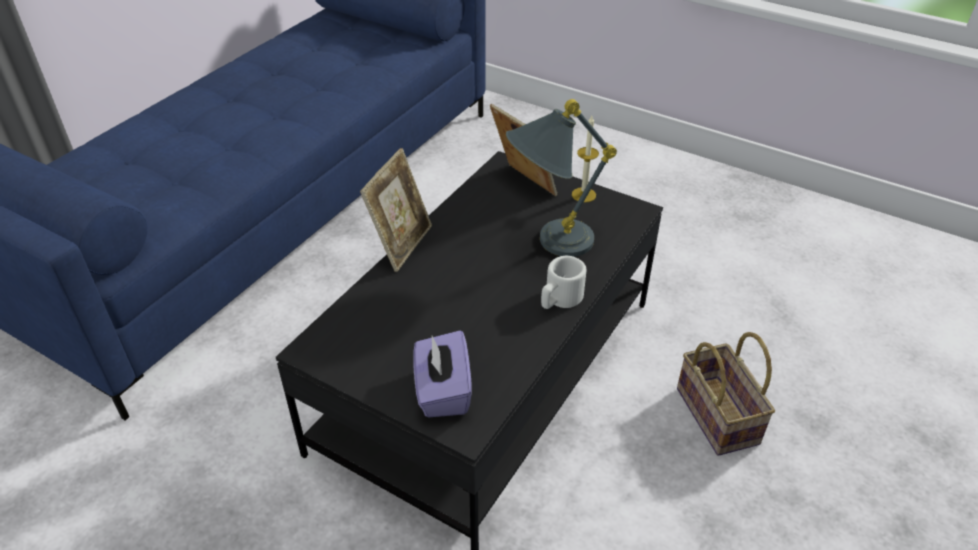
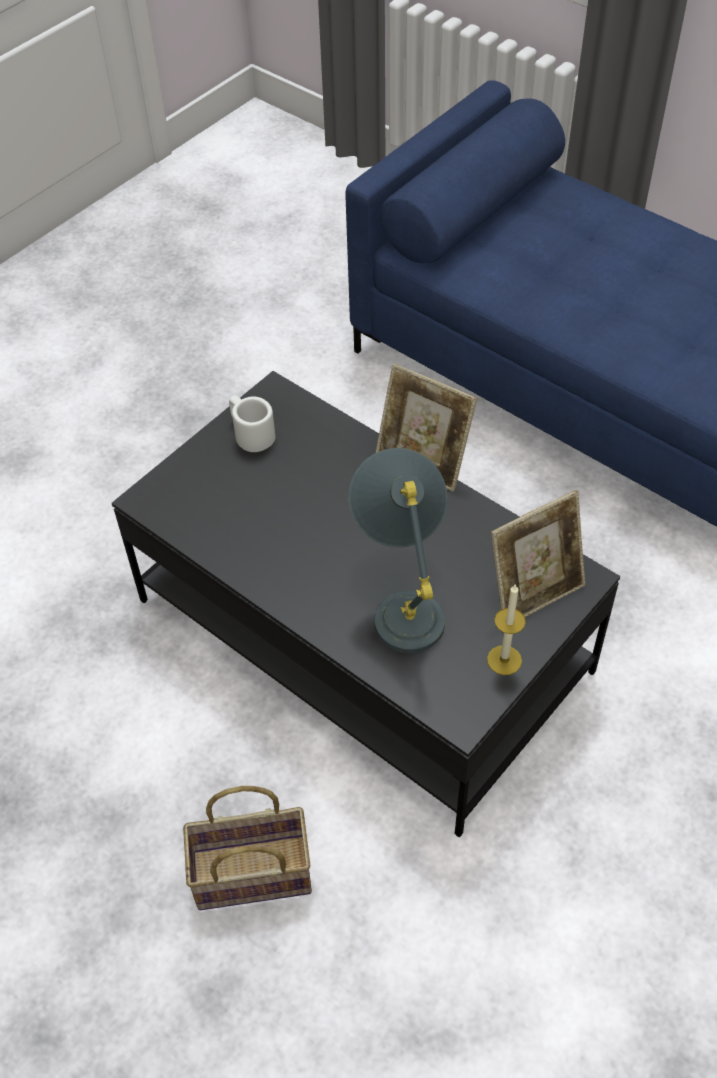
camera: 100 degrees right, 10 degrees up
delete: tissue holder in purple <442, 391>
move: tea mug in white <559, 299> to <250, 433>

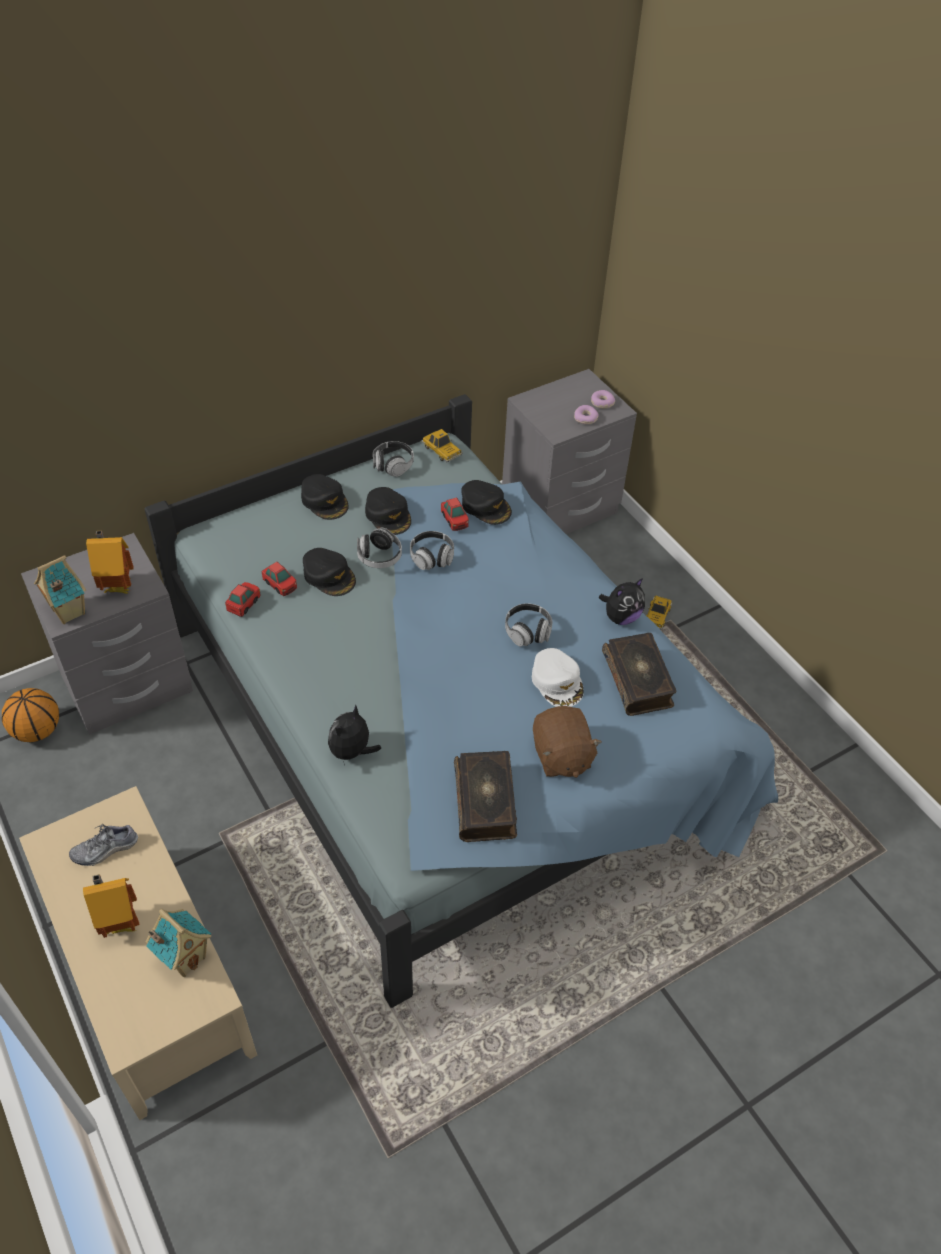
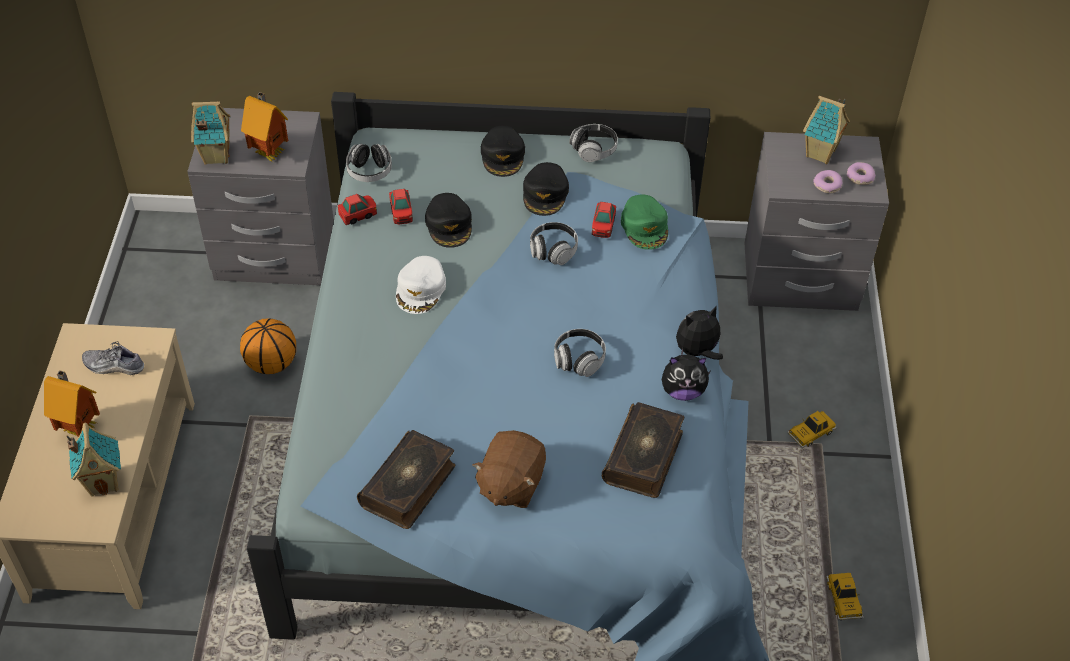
camera: 35 degrees right, 0 degrees up
insert: toy house <821, 154>
move: toy car <441, 450> to <843, 599>; headphones <379, 557> to <369, 172>; peaked cap in white <557, 681> to <421, 289>; ball for basketball <37, 730> to <271, 363>; soft toy <352, 752> to <697, 352>
recolor: peaked cap in black <486, 506> to peaked cap in green-coloured <645, 226>

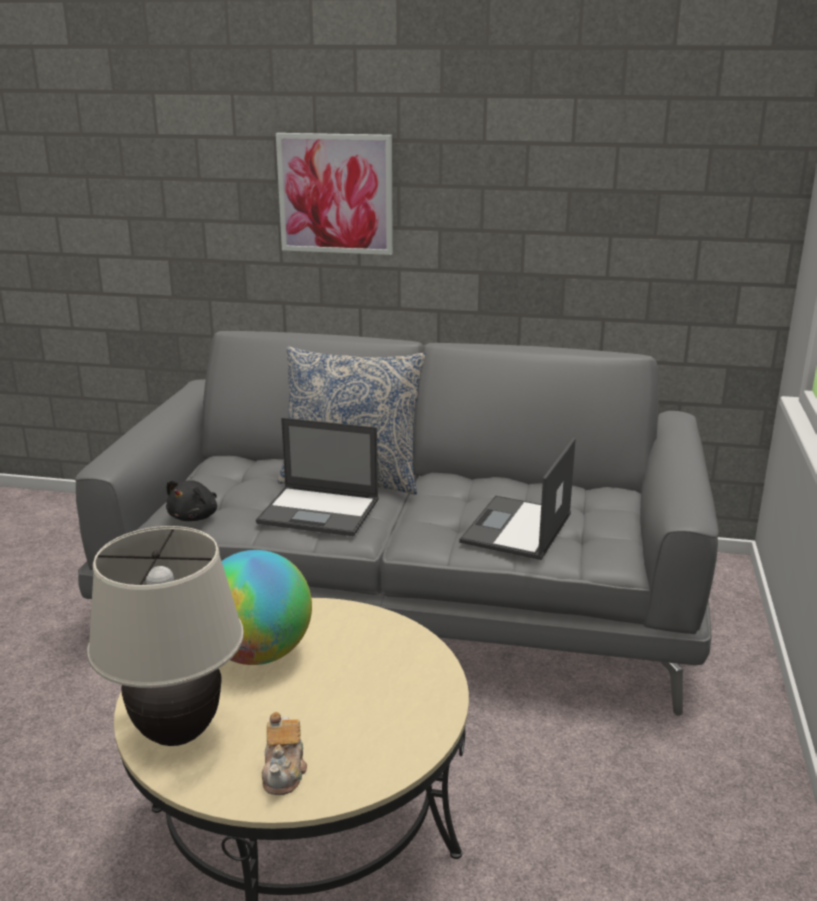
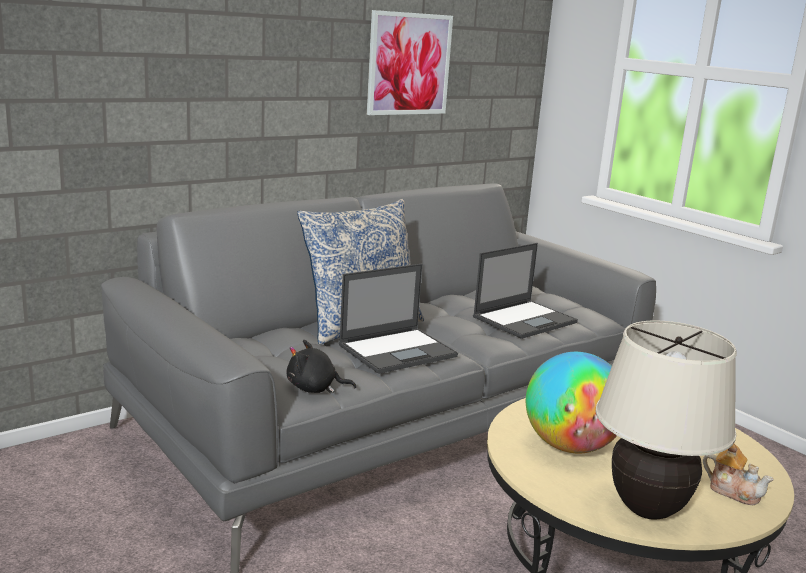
camera: 50 degrees left, 5 degrees down
move: picture <335, 194> to <409, 64>
rotate: portable computer <516, 529> = <525, 319> 105 degrees counterclockwise; soft toy in black <195, 517> = <315, 388> 120 degrees clockwise

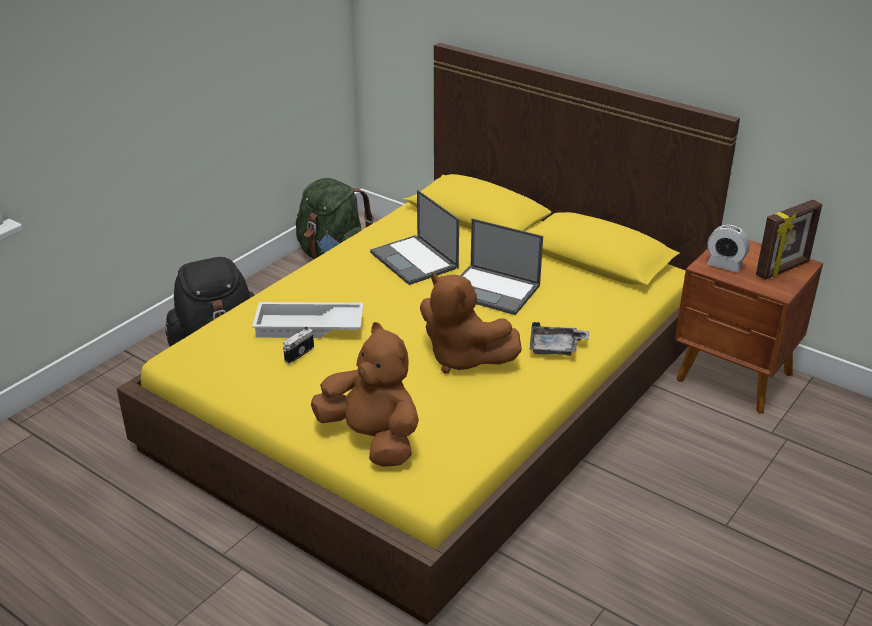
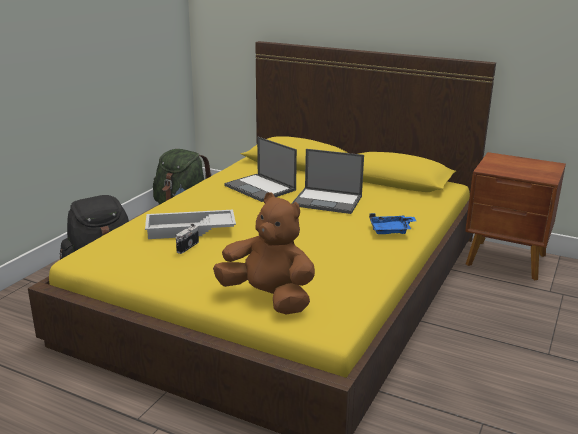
camera: 10 degrees left, 10 degrees down
delete: photo frame <783, 269>; bedside clock <724, 265>; soft toy in brown-coloured <462, 358>
recolor: tray in greyish <555, 347> to tray in blue-coloured <391, 230>

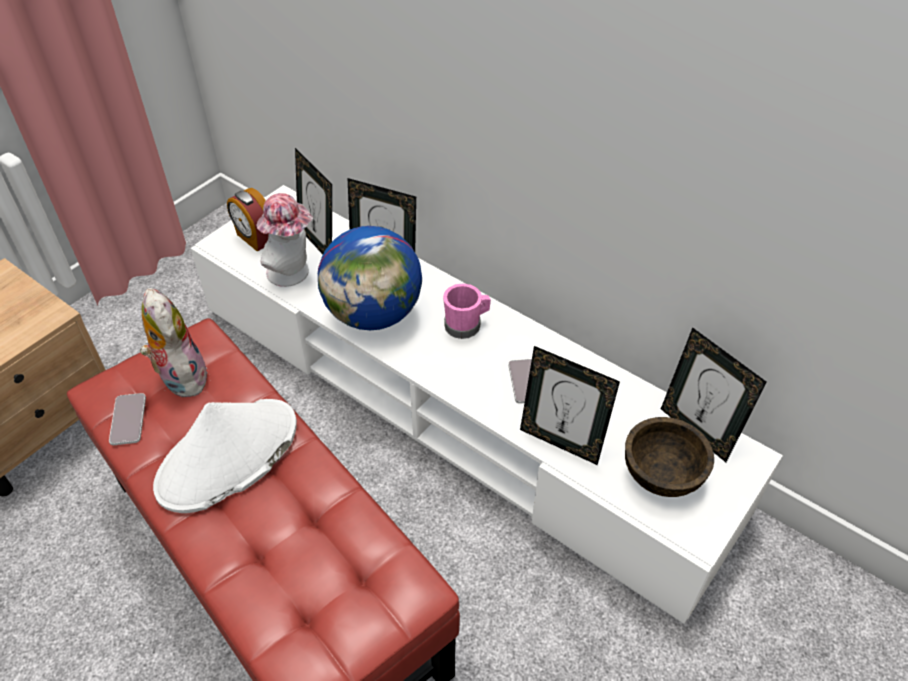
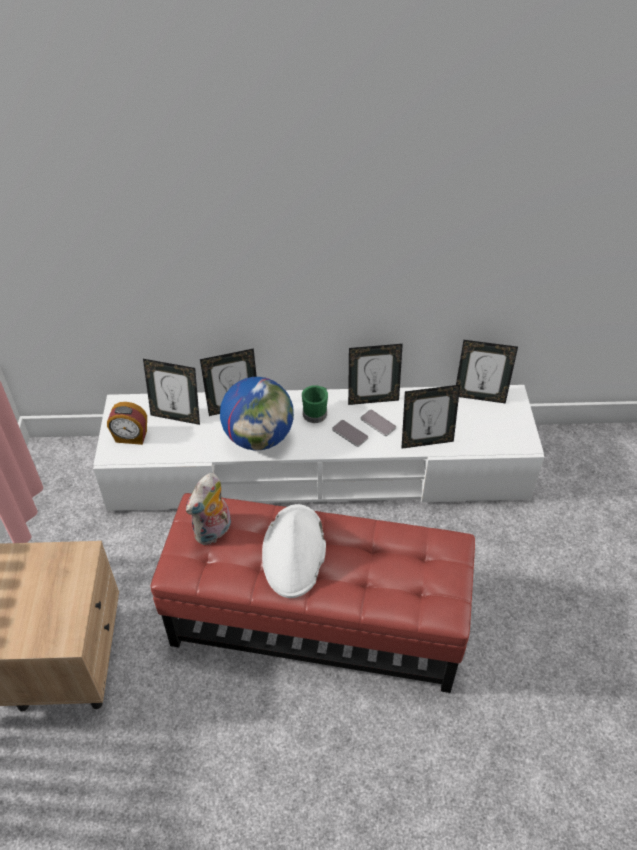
camera: 40 degrees left, 0 degrees up
delete: clothing hat <293, 273>; deep dish in brown-coloured <661, 473>
insert: photo frame <373, 399>
move: handset <128, 419> to <350, 433>
recolor: tea mug in pinkish <466, 325> to tea mug in green-coloured <316, 412>
rotate: soft toy <180, 376> = <213, 532> 75 degrees counterclockwise

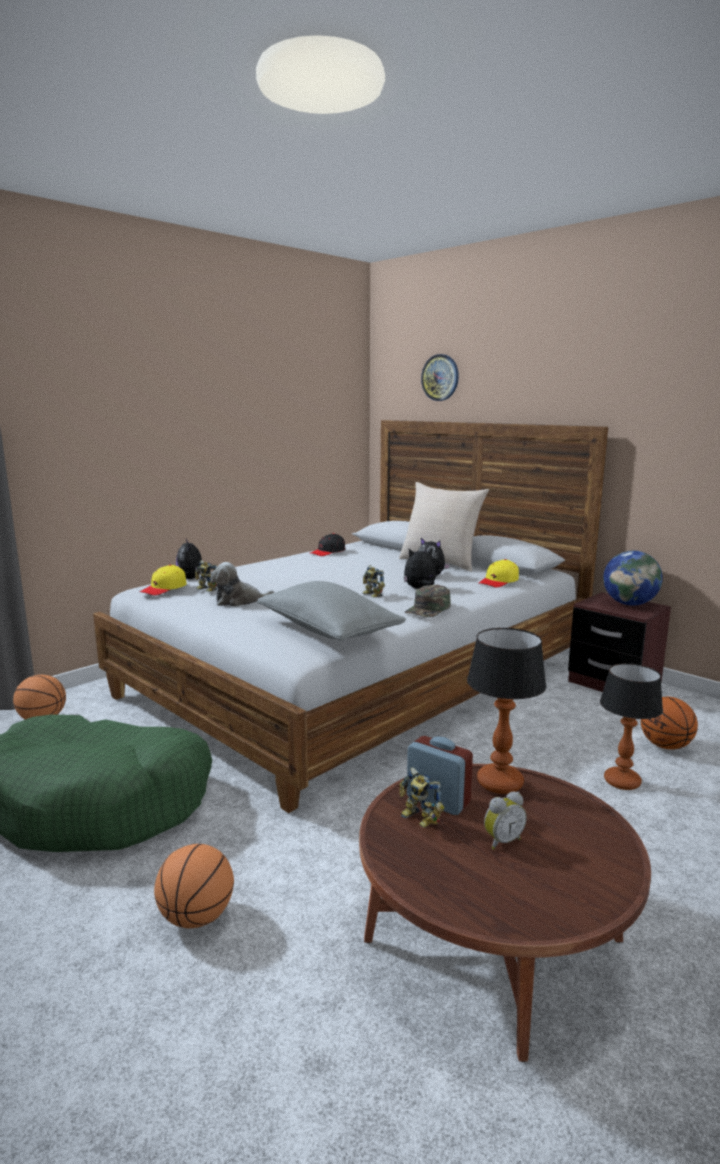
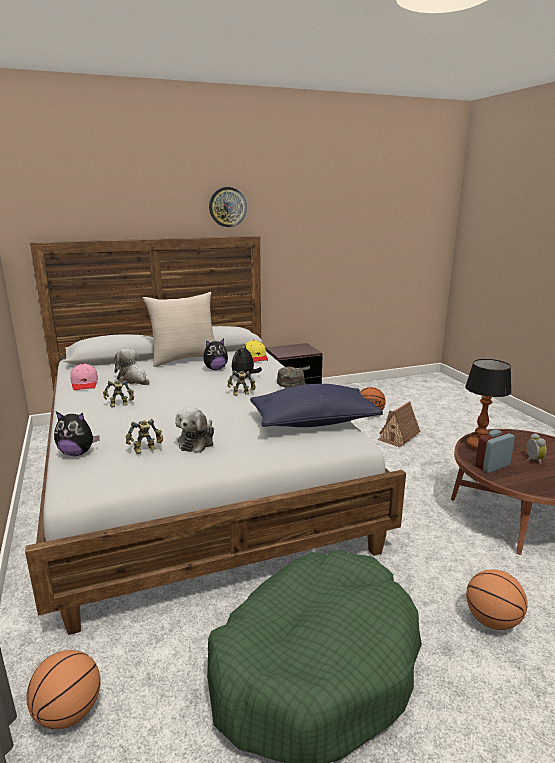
camera: 65 degrees left, 5 degrees up
delete: world globe <629, 604>; peaked cap in yellowish <164, 589>
insert: soft toy <133, 380>
move: wall clock <440, 377> to <227, 207>; model robot <418, 820> to <119, 405>
replace: table lamp <622, 782> to toy house <398, 437>
recolor: peaked cap in black <328, 552> to peaked cap in pinkish <84, 383>; pillow in greyish <328, 631> to pillow in blue-coloured <313, 422>

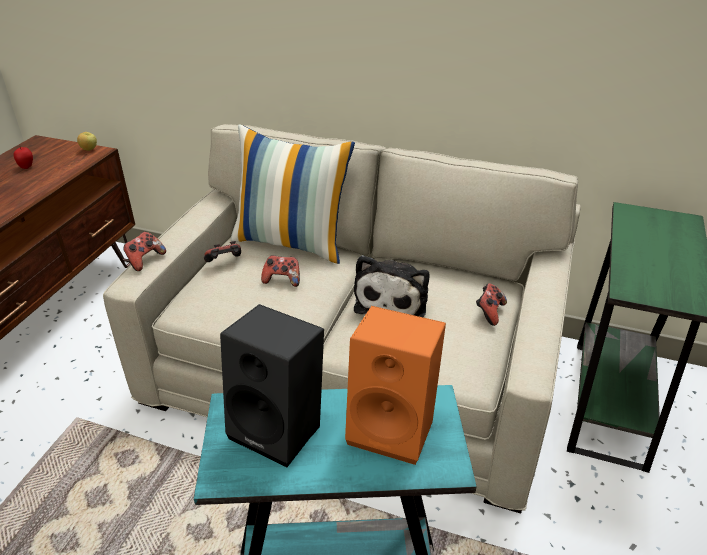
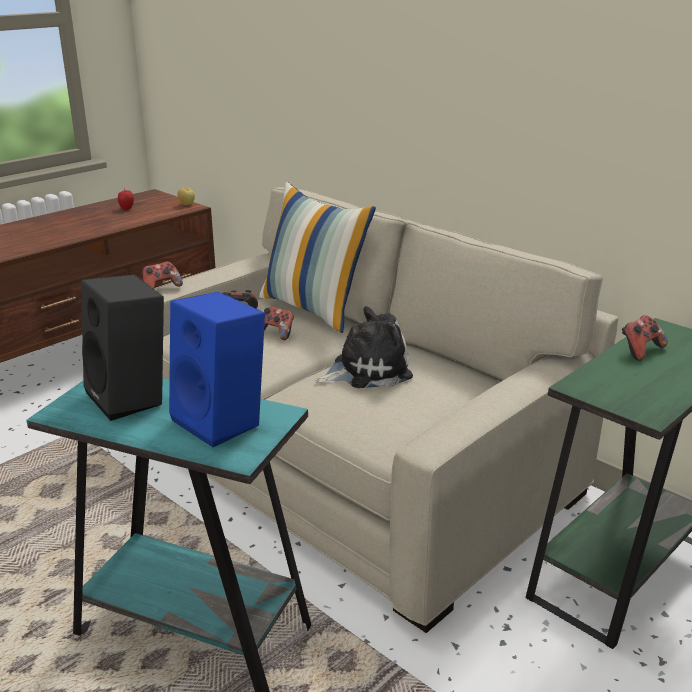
camera: 25 degrees right, 10 degrees down
move: joypad <489, 312> to <640, 350>
recolor: audio speaker in orangey <394, 427> to audio speaker in blue-coloured <223, 421>
rotate: soft toy <393, 300> = <367, 370> 150 degrees counterclockwise

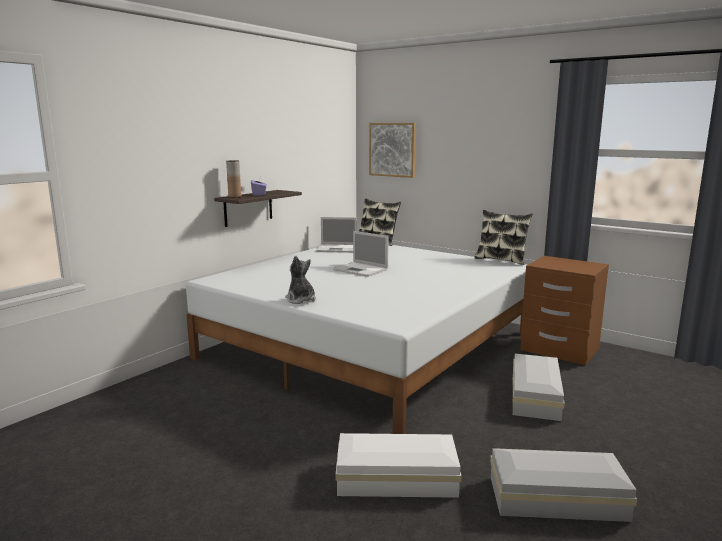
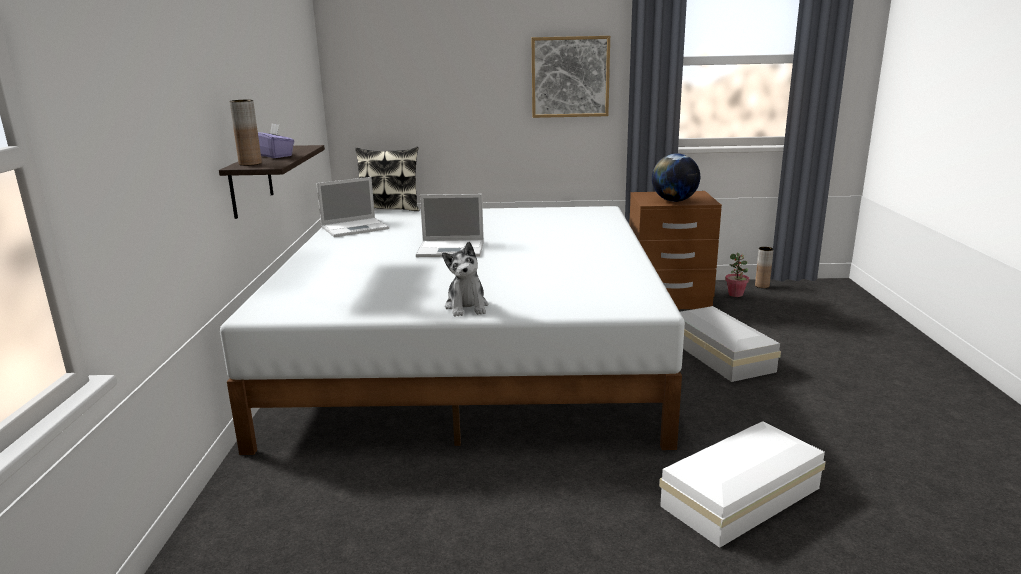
camera: 35 degrees left, 5 degrees up
delete: pillow <501, 260>; storage box in white <559, 499>
insert: world globe <674, 201>; vase in brown-coloured <762, 286>; plant in a pot <735, 294>
move: picture <392, 149> to <570, 77>
rotate: soft toy <301, 300> = <467, 307> 120 degrees counterclockwise

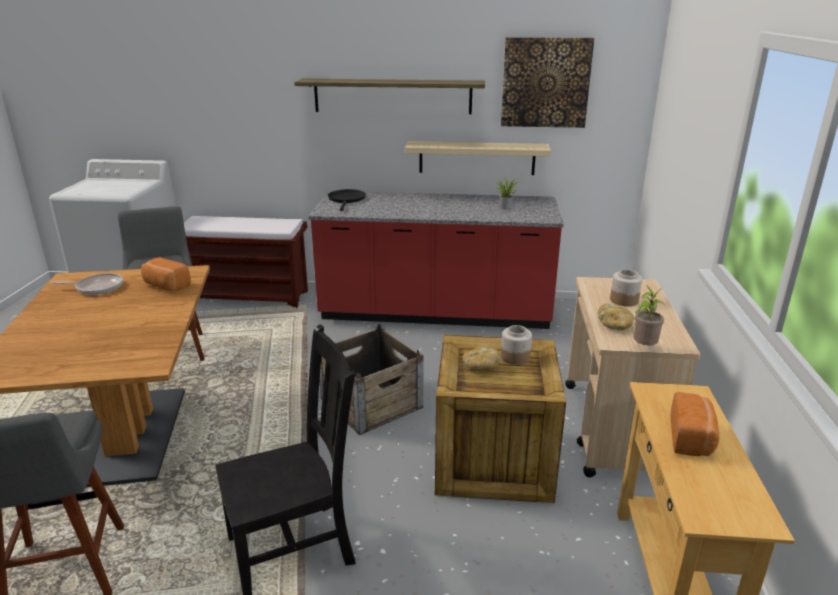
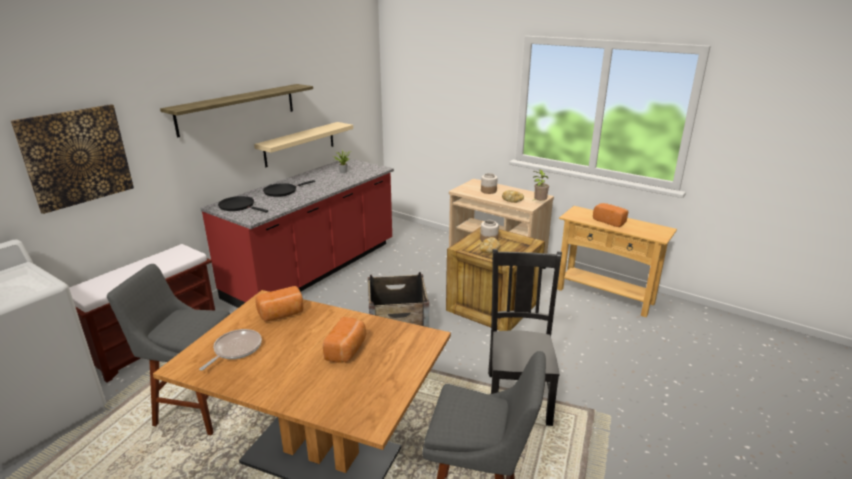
camera: 60 degrees left, 0 degrees up
insert: skillet in black <282, 191>; baked bread <347, 350>
move: picture <545, 83> to <76, 157>

